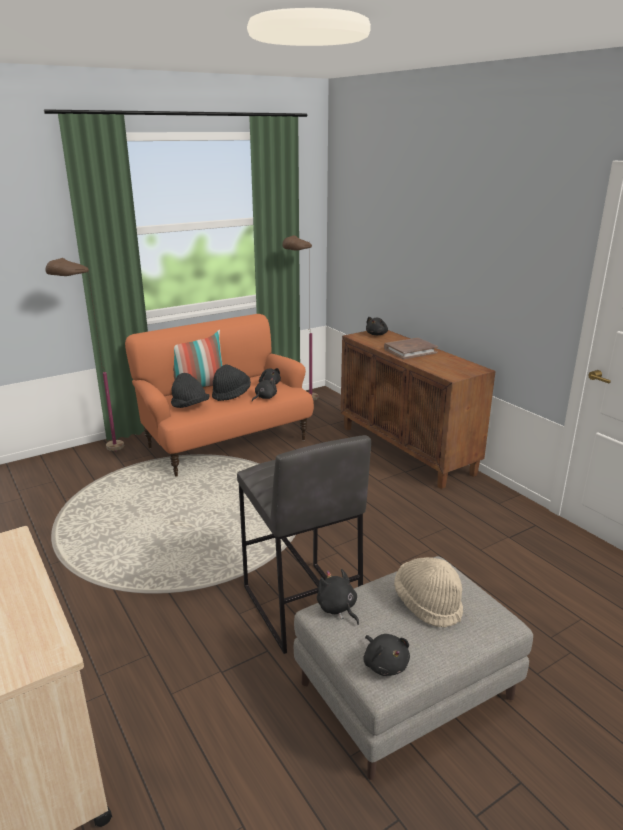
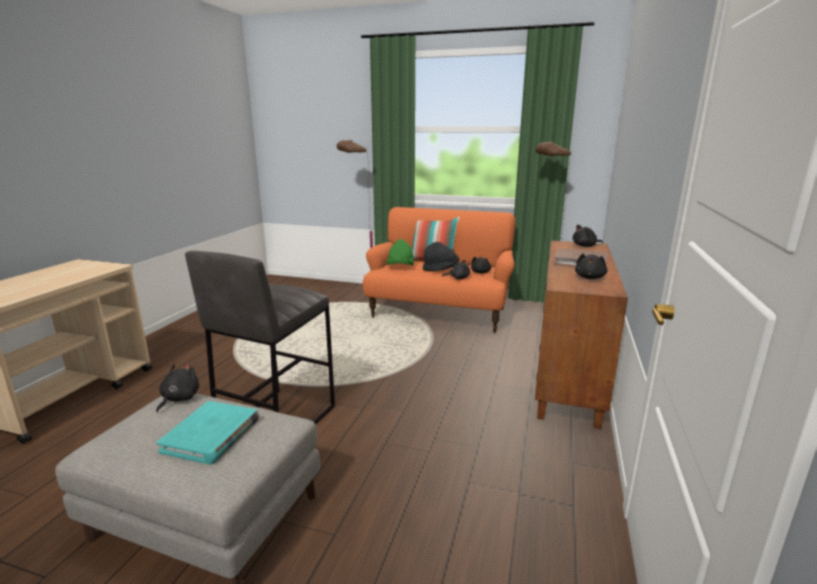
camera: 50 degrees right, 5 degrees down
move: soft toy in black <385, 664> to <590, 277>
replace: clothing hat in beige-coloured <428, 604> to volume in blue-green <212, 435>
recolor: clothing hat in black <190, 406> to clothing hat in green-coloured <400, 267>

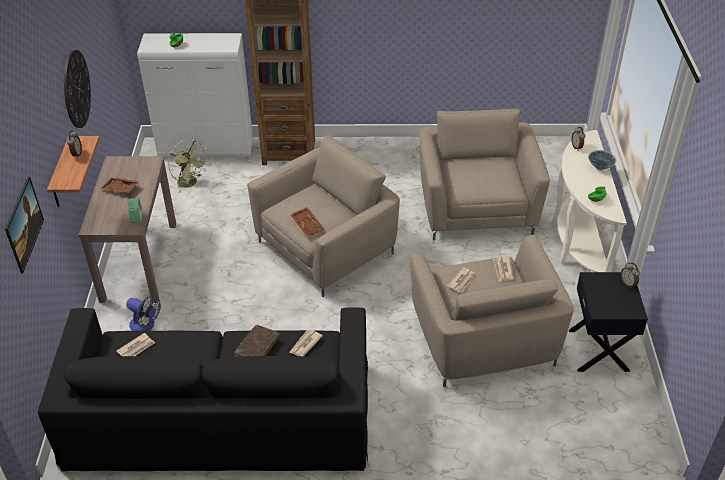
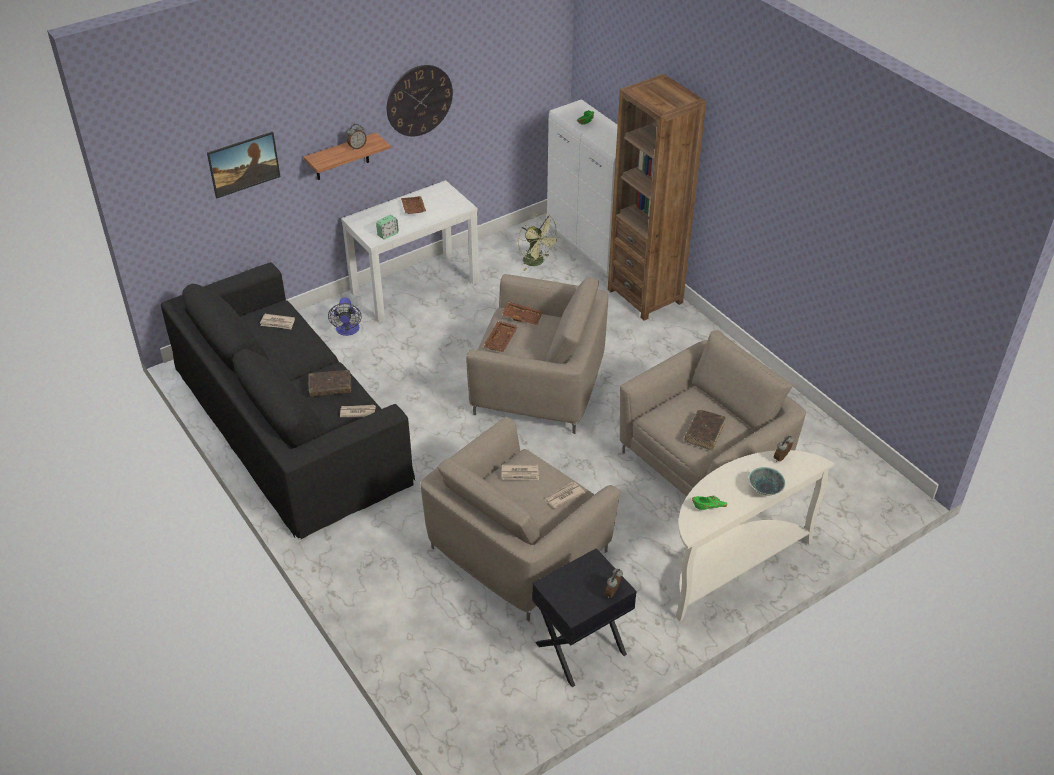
camera: 55 degrees right, 0 degrees up
insert: tray in brown-coloured <522, 317>; volume in brown-coloured <704, 433>
recolor: hall table in brown-coloured <139, 261> to hall table in white <415, 287>
rotate: cooling fan in green-coloured <191, 183> = <537, 262> 45 degrees counterclockwise

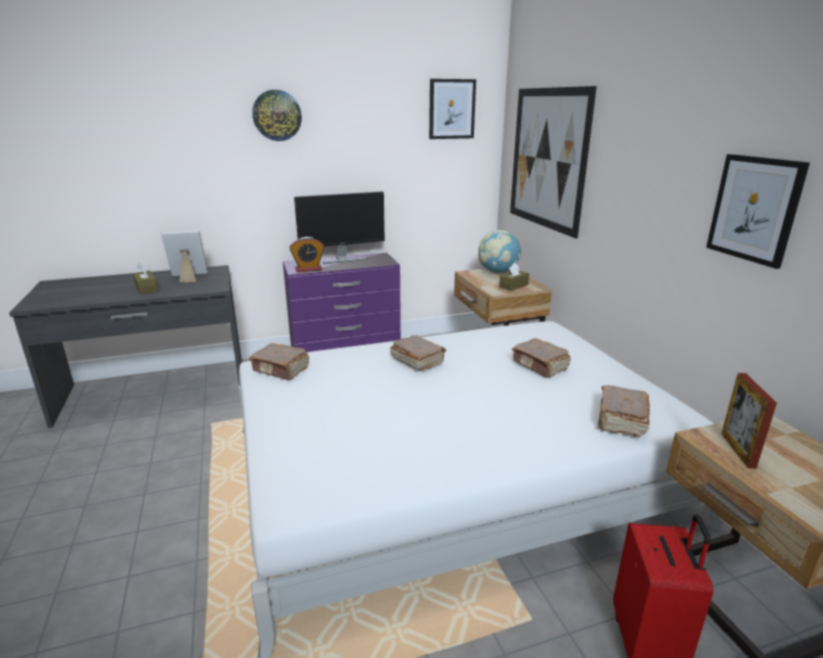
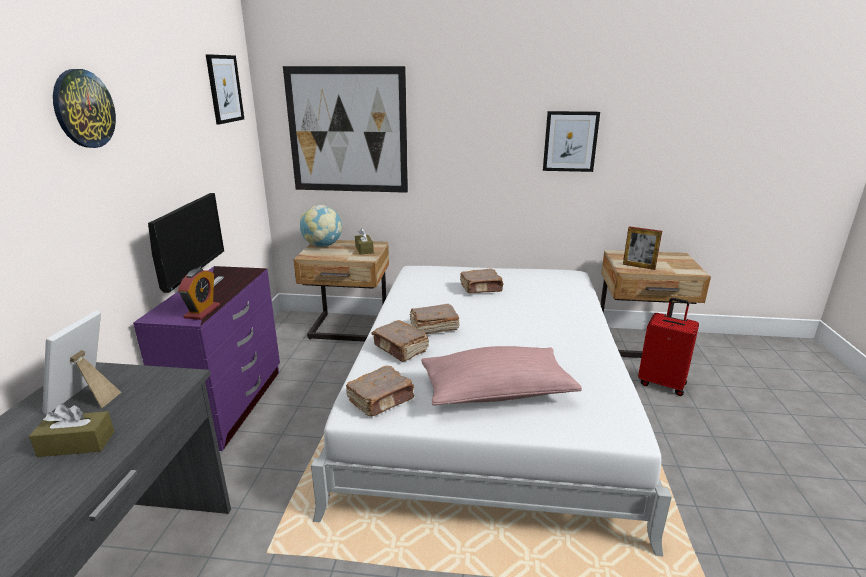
camera: 65 degrees left, 0 degrees up
insert: pillow in pinkish <496, 392>
move: volume in brown-coloured <620, 420> to <400, 349>

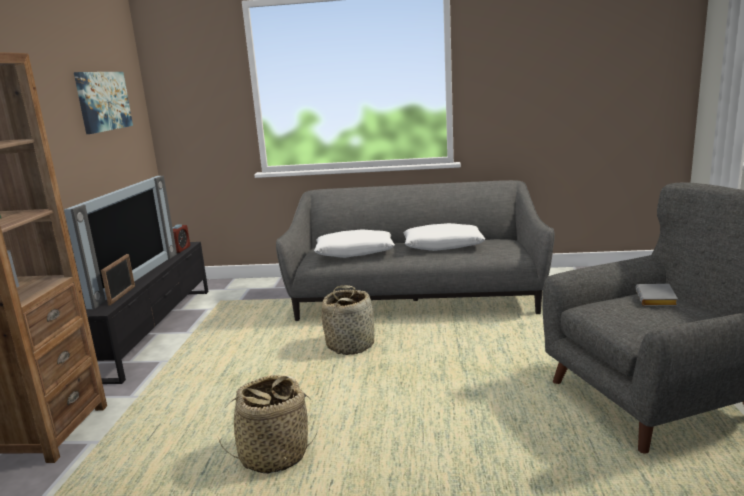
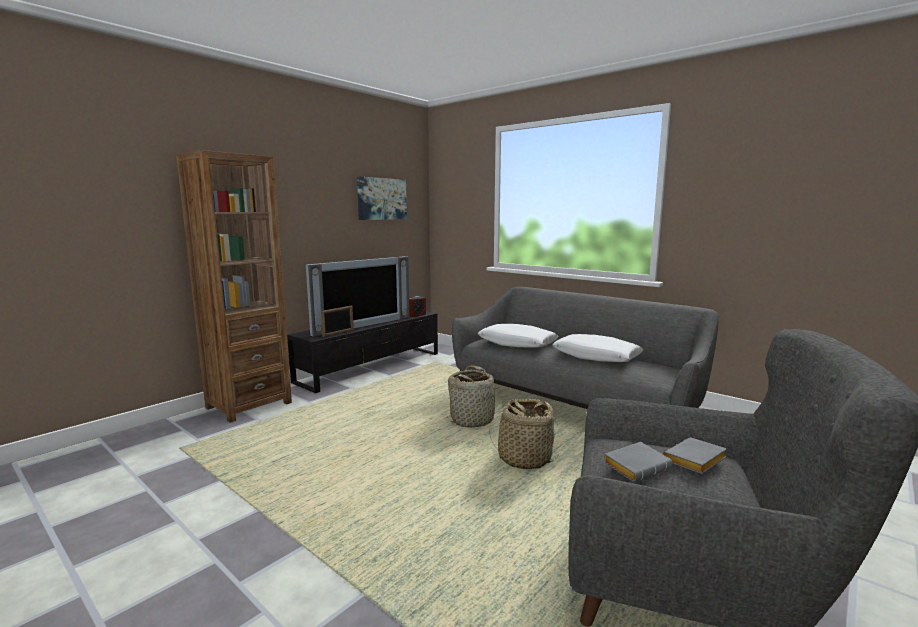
camera: 35 degrees right, 5 degrees down
insert: volume in greyish <636, 466>
move: storage basket <273, 455> to <524, 458>

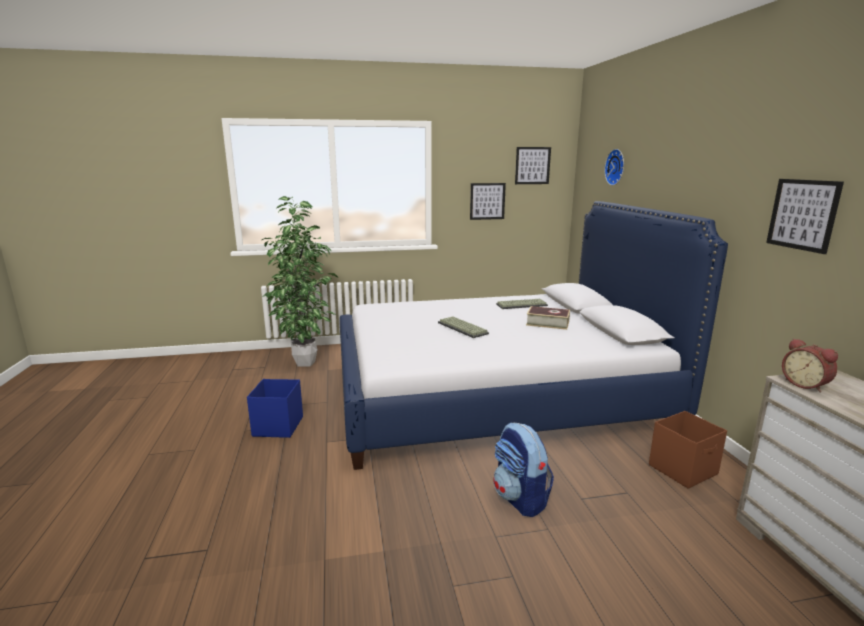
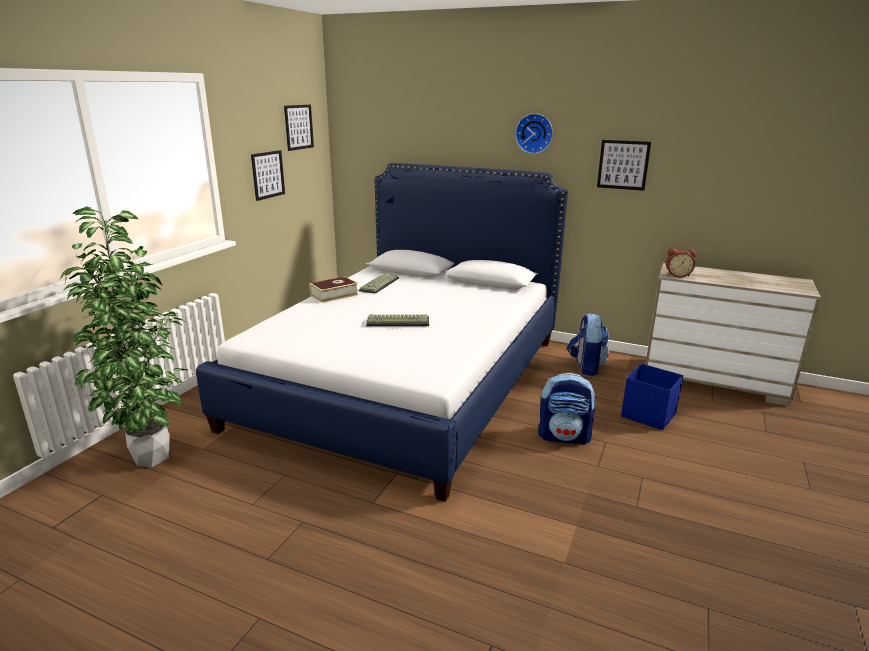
camera: 55 degrees left, 5 degrees up
move: wall clock <616, 167> to <534, 133>; volume <547, 323> to <334, 295>; storage box in blue-coloured <277, 427> to <649, 416>
replace: storage box in brown-coloured <683, 469> to rucksack <586, 367>

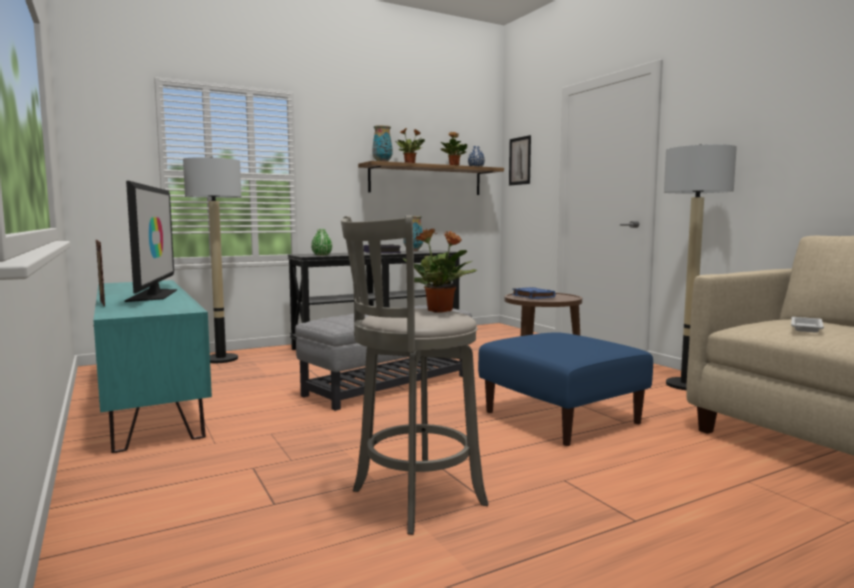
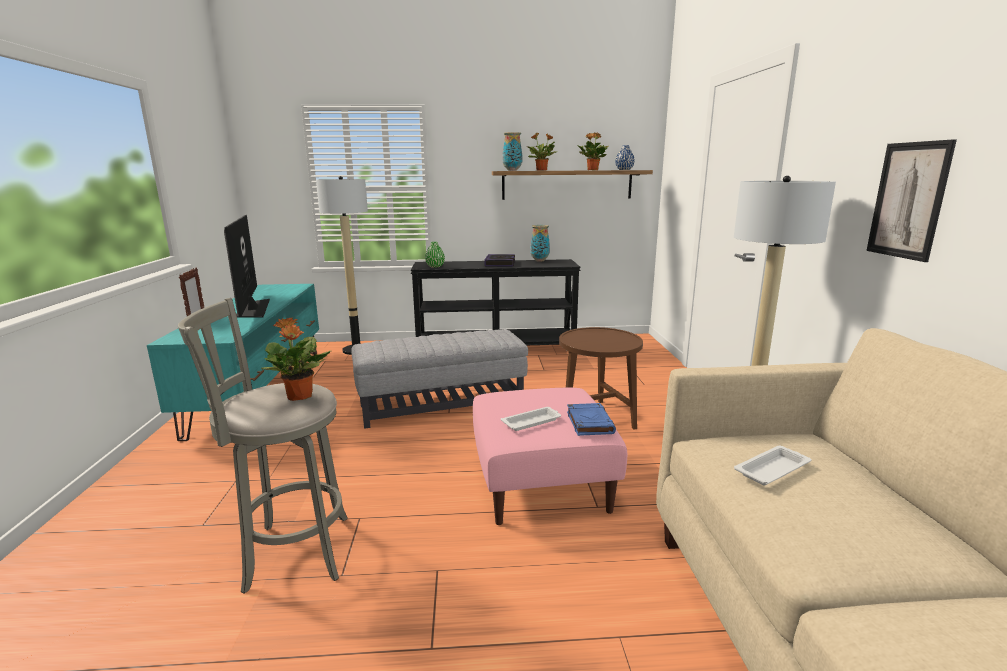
camera: 25 degrees right, 10 degrees up
insert: tray in white <532, 422>
move: picture <520, 161> to <908, 200>; volume in blue-coloured <532, 296> to <589, 422>
recolor: ottoman in blue-coloured <562, 417> to ottoman in pinkish <542, 483>
rotate: television <154, 295> = <253, 309> 150 degrees clockwise

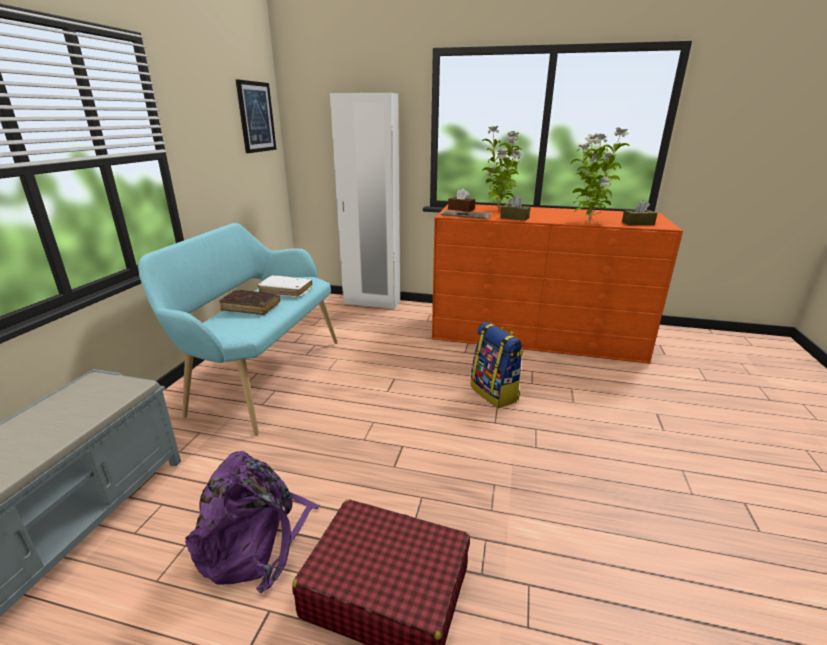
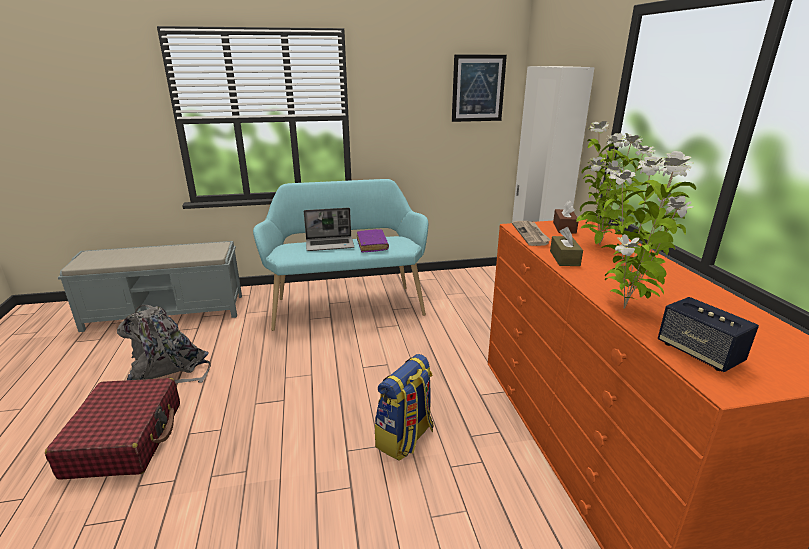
camera: 65 degrees right, 0 degrees up
replace: tissue holder in brown-coloured <638, 223> to audio speaker <698, 353>; volume in brown-coloured <251, 307> to portable computer <330, 244>
recolor: volume in white <286, 291> to volume in purple <372, 245>; rucksack in purple <256, 541> to rucksack in greyish <169, 371>

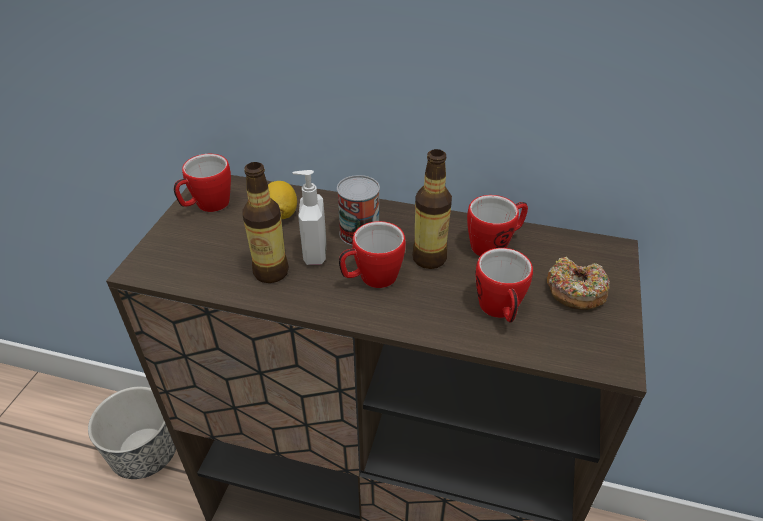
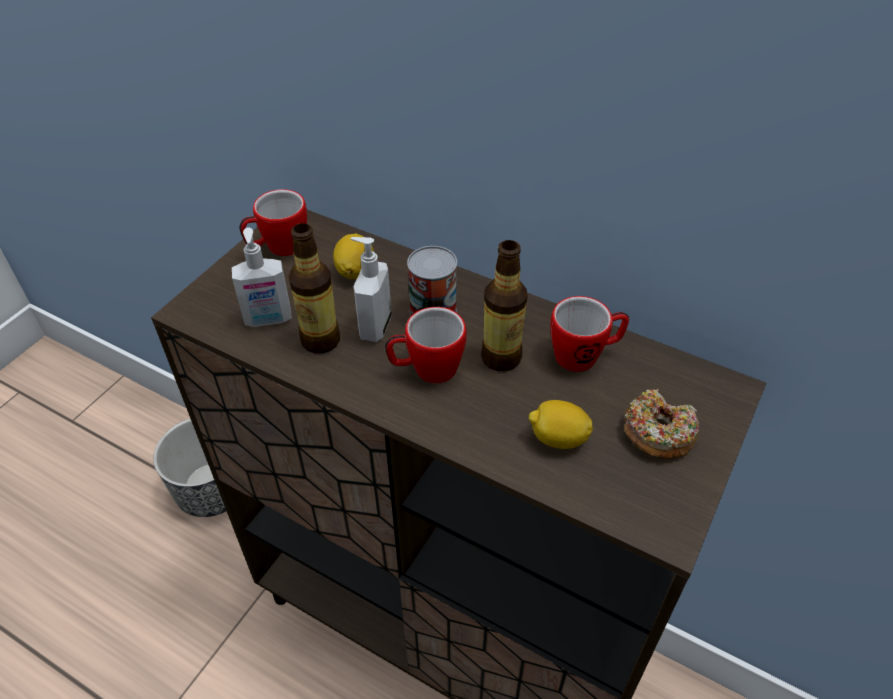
camera: 15 degrees right, 5 degrees up
insert: soap bottle <268, 319>
replace: tea mug <500, 311> to whole lemon <558, 438>

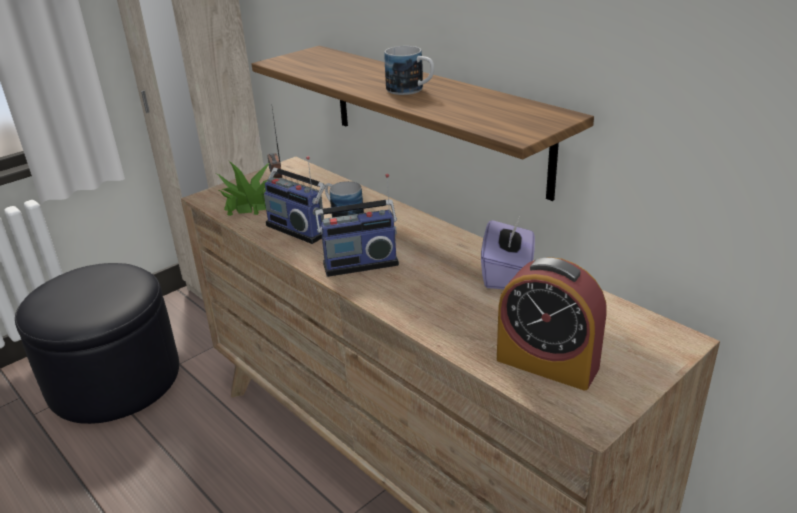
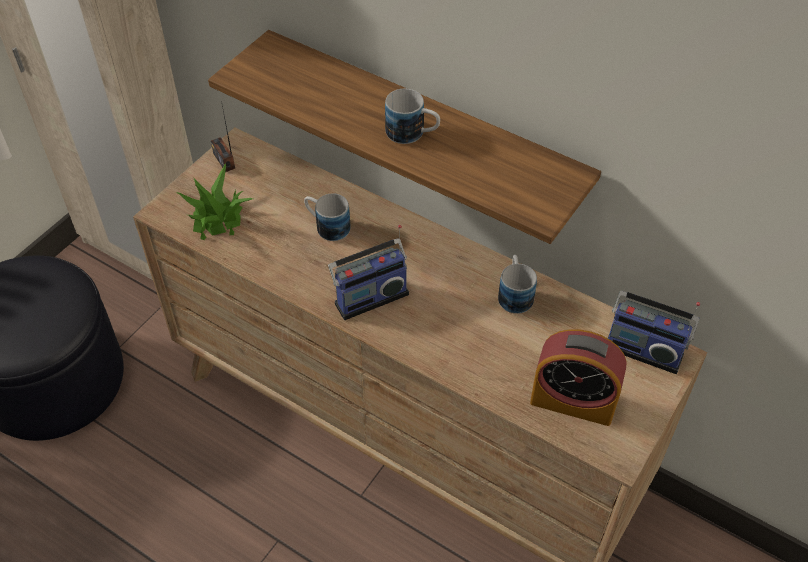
camera: 15 degrees left, 20 degrees up
move: radio <299, 229> to <644, 349>
replace: tissue holder in purple <507, 274> to tea mug <514, 293>

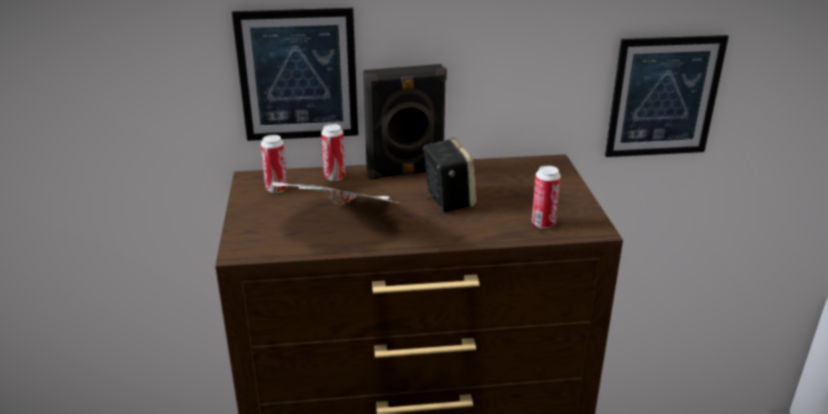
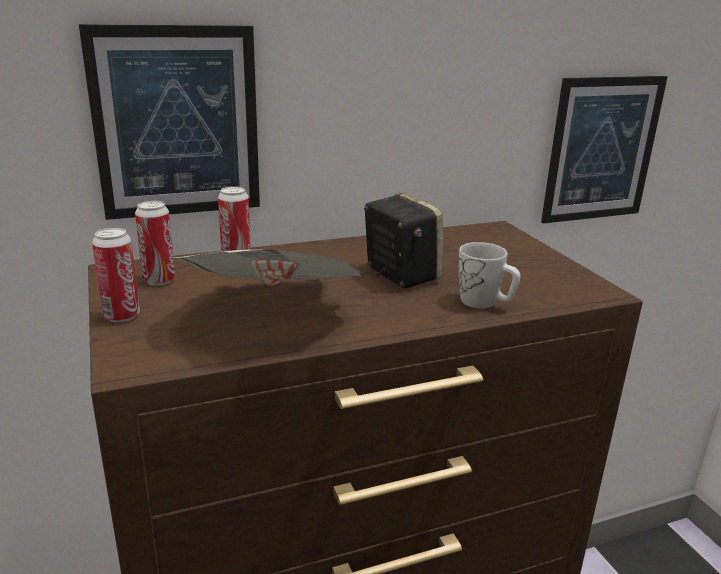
camera: 15 degrees left, 5 degrees down
delete: audio speaker in black <405, 172>
insert: tea mug in white <485, 303>
move: metal can <543, 223> to <122, 316>

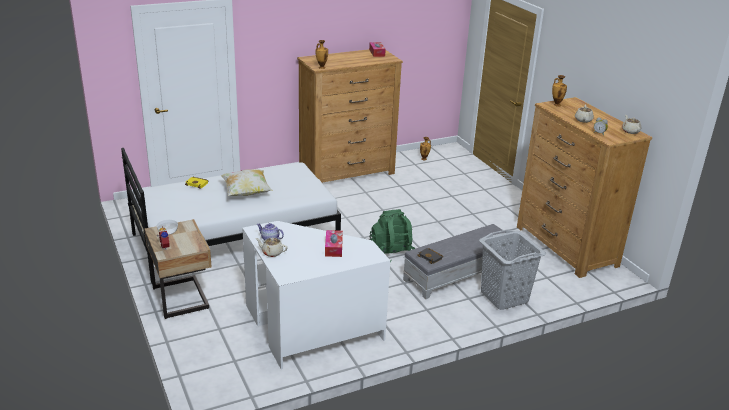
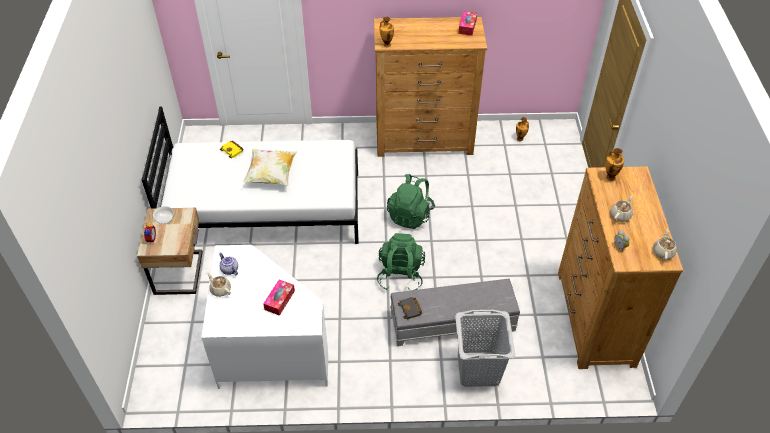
camera: 25 degrees right, 20 degrees up
insert: rucksack in green-coloured <410, 215>

